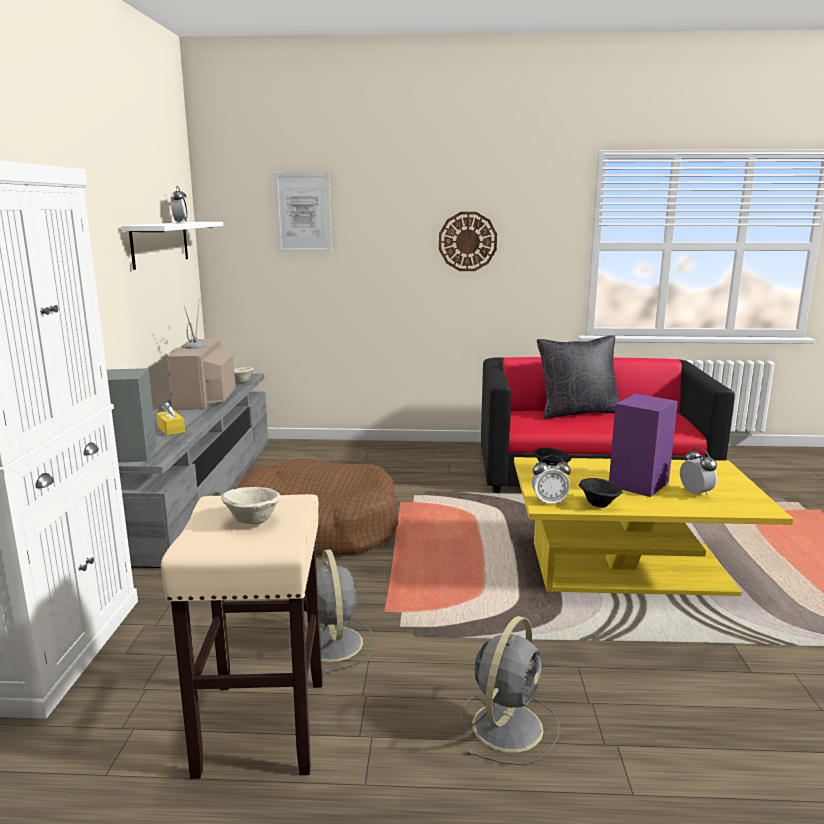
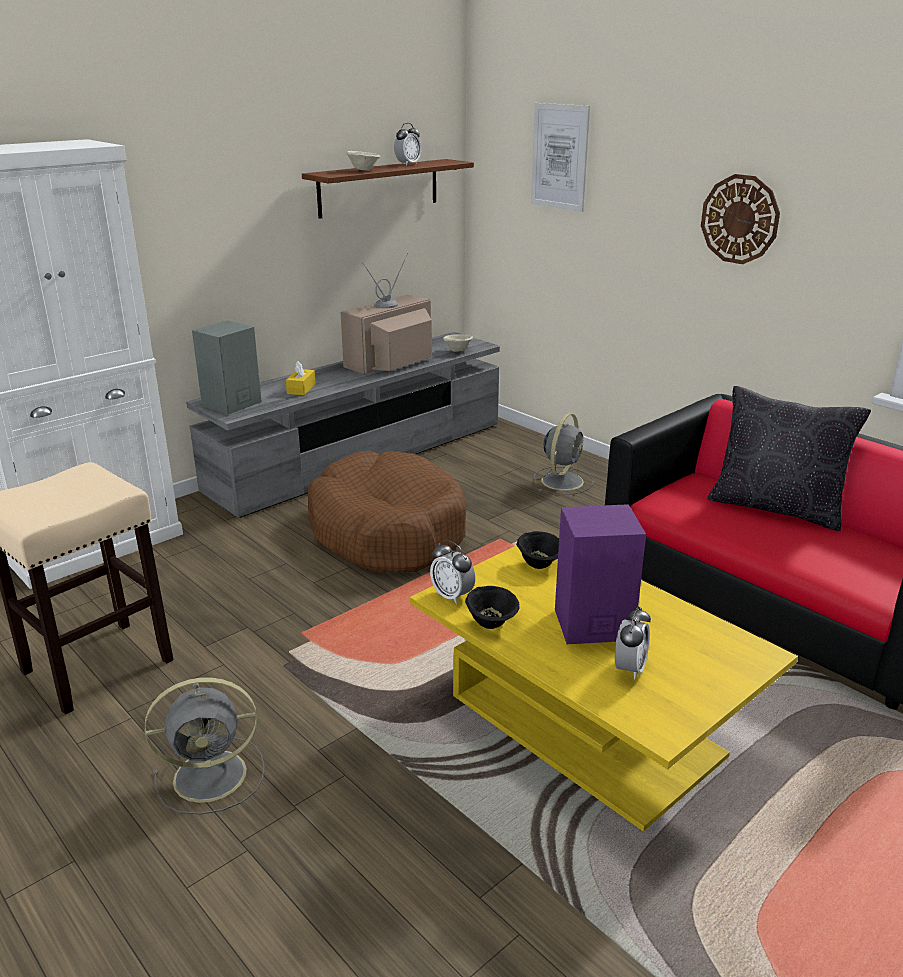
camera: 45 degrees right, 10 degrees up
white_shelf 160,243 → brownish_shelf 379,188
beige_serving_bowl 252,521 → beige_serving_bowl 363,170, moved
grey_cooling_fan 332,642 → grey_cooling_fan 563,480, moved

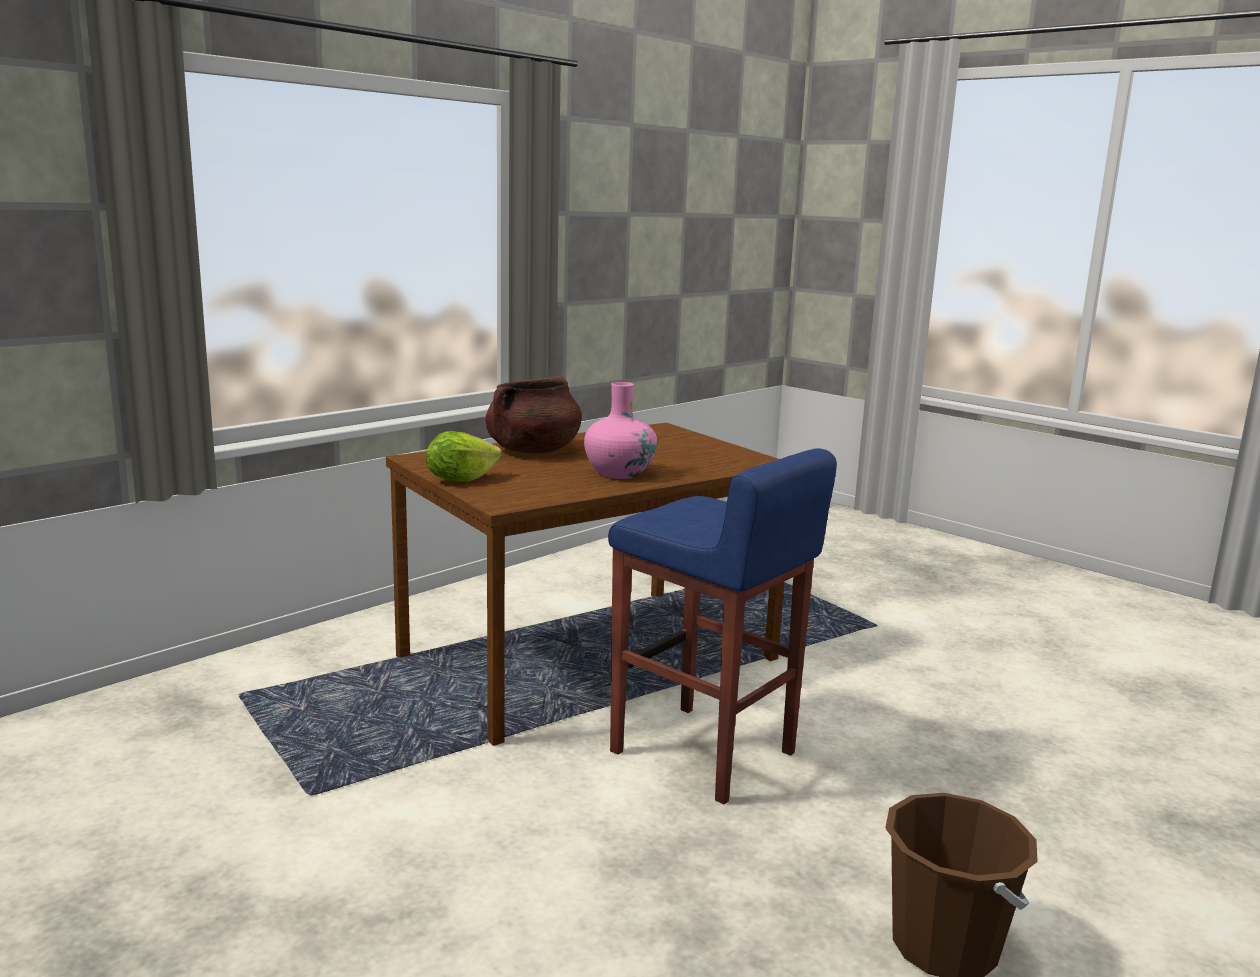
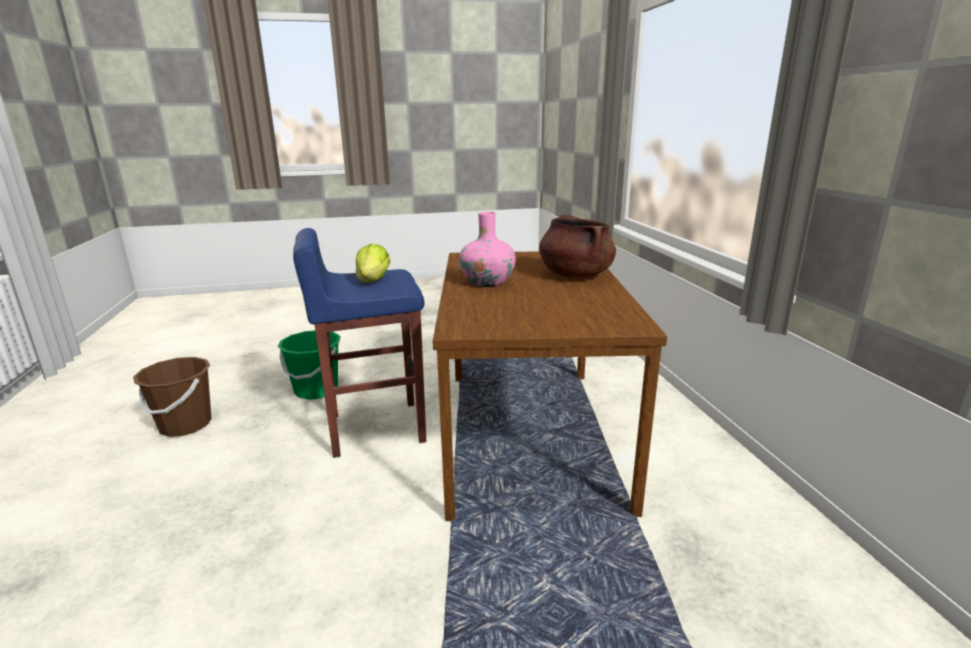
camera: 125 degrees right, 5 degrees up
lettuce 460,479 → lettuce 373,280, moved
- → greenish_water_bucket 316,390

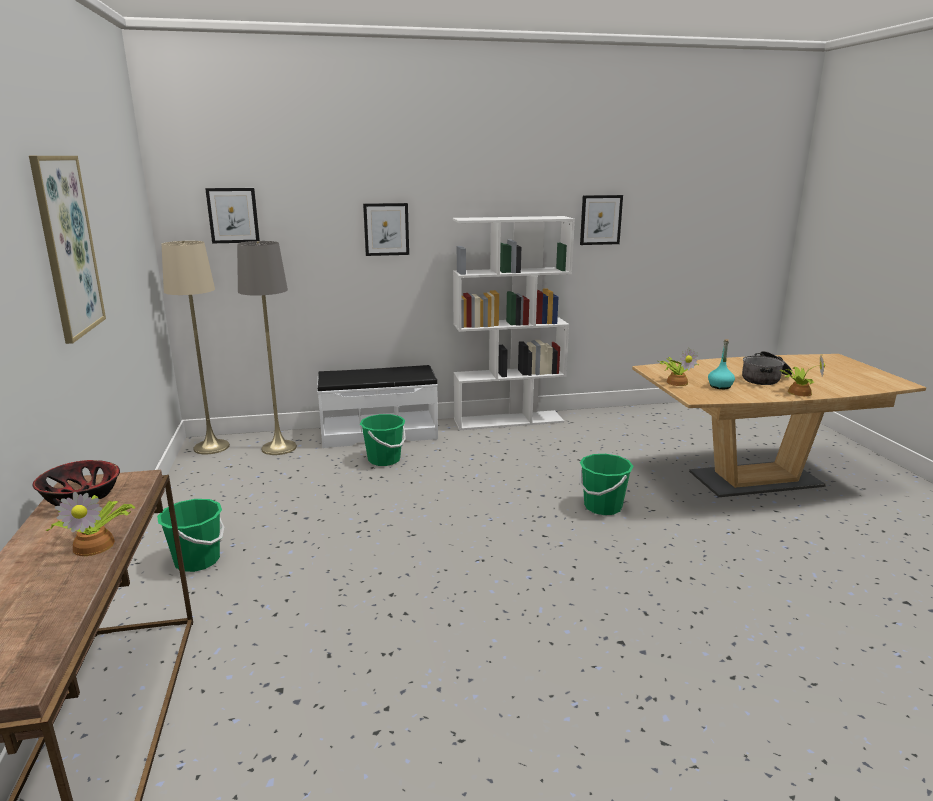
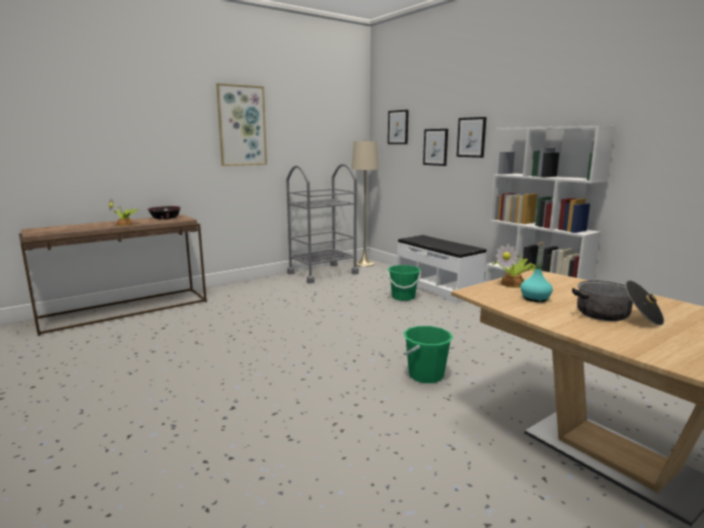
camera: 65 degrees right, 5 degrees down
greenish_water_bucket 197,560 → -
grey_floor_lamp 279,448 → -
wall_art 600,220 → wall_art 435,147, moved
potted_plant 798,392 → -
- → grey_wheeled_cart 322,273

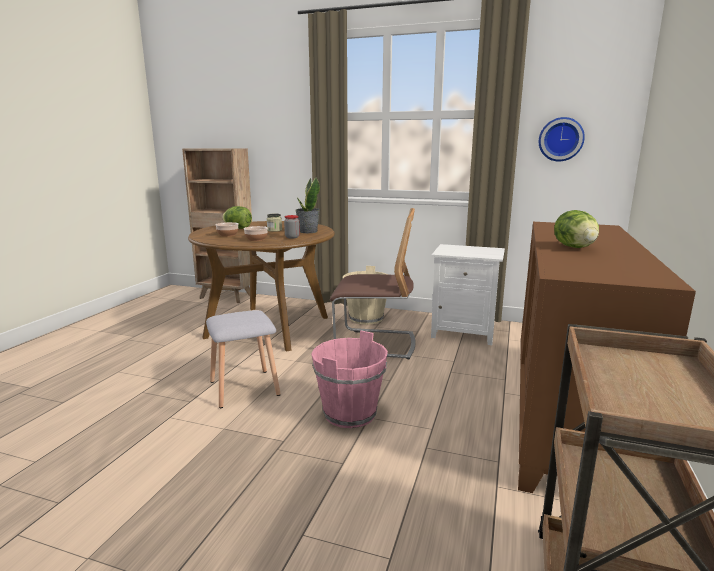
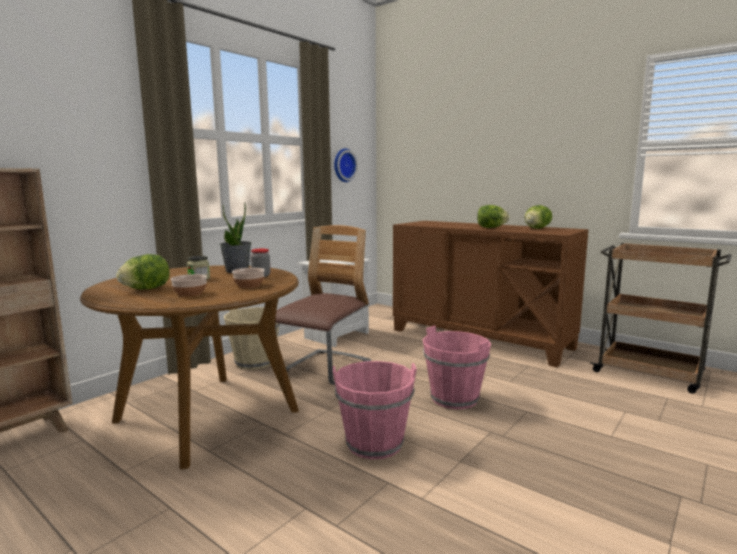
camera: 70 degrees left, 5 degrees down
grey_stool 245,387 → pink_water_bucket 374,443
- → lettuce 536,228

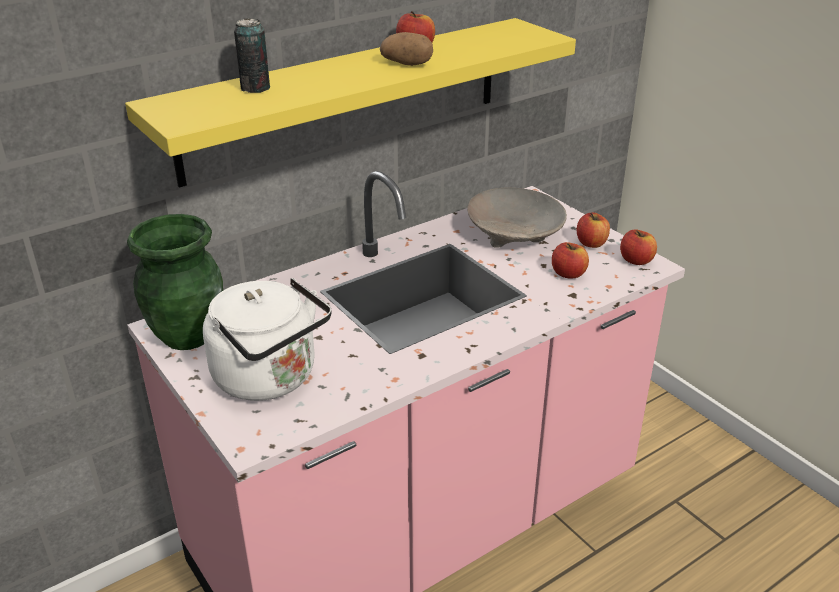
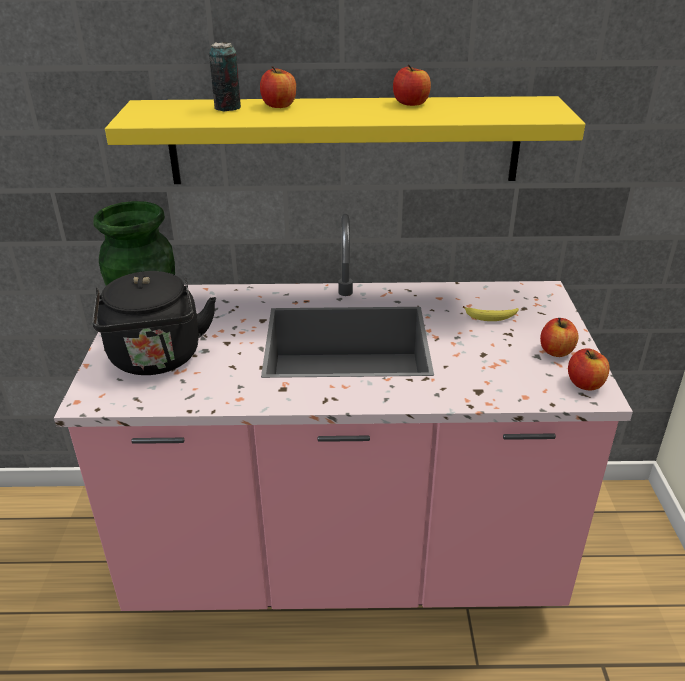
camera: 35 degrees right, 0 degrees up
white_tea_kettle 270,379 → black-coloured_tea_kettle 157,360
spud 408,64 → -
beige_serving_bowl 515,233 → banana_fruit 491,317
apple_fruit 568,274 → apple_fruit 279,105, moved

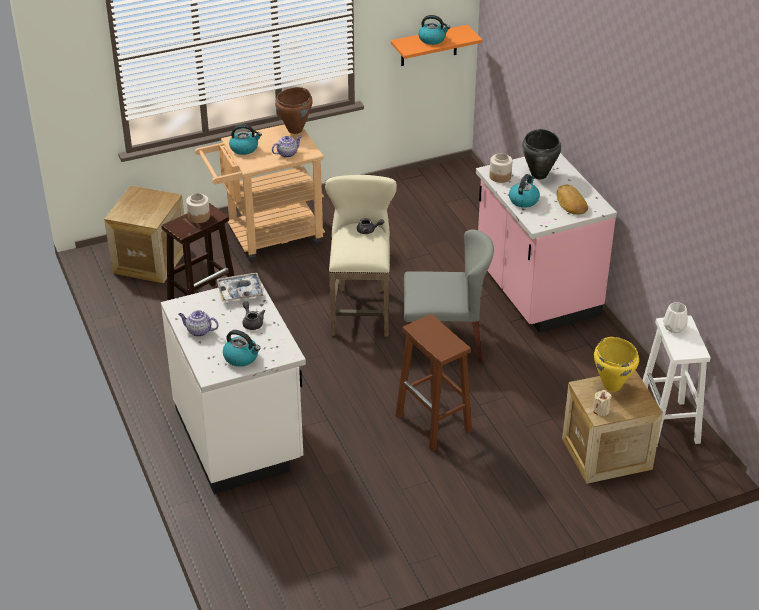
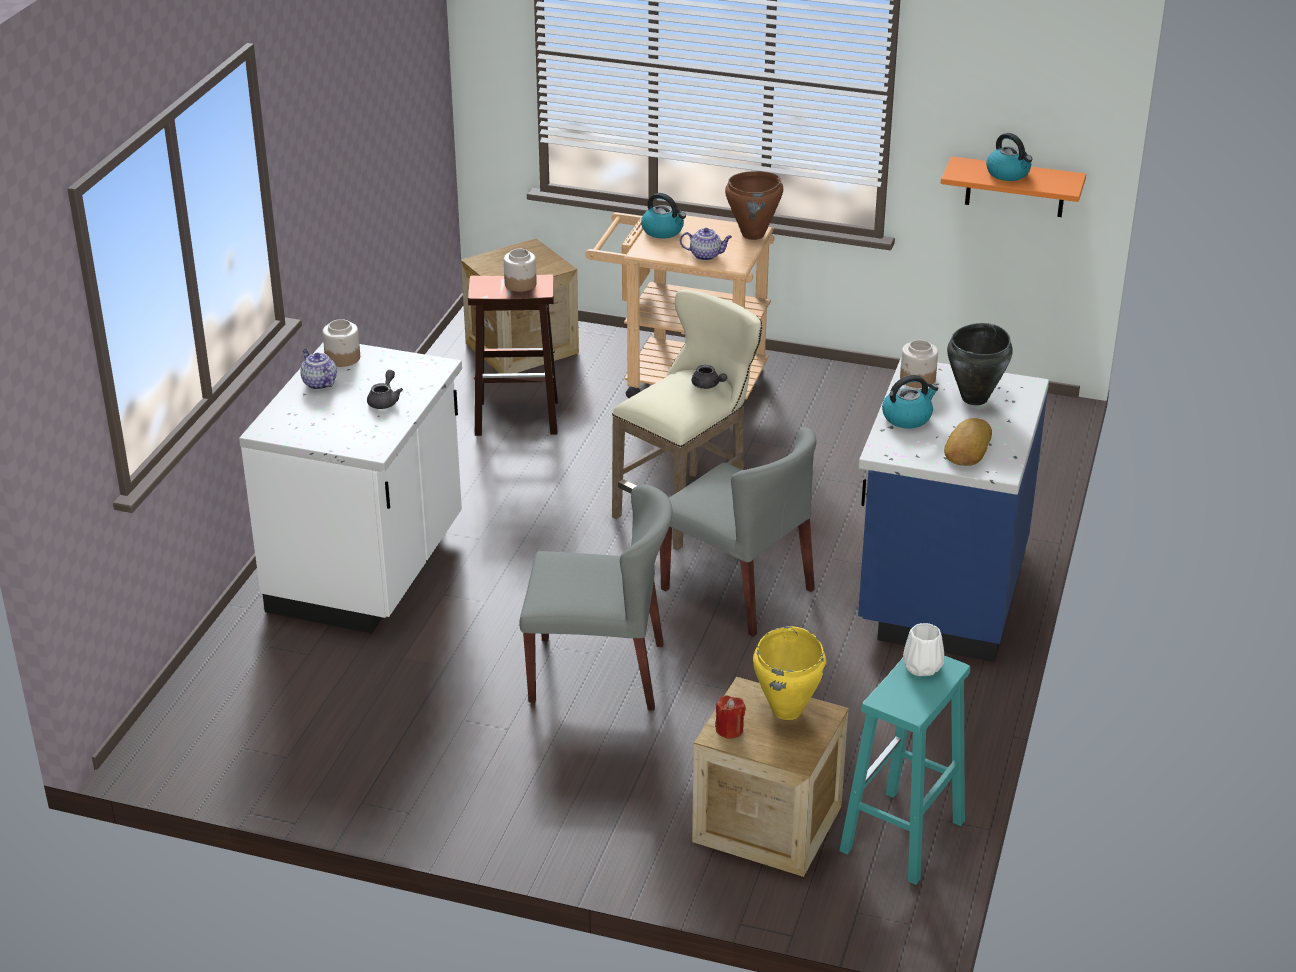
camera: 40 degrees right, 5 degrees down
carrying_tray 240,292 → -
tea_kettle 241,357 → -
brownish_stool 434,424 → grey_chair 598,672
pink_counter 535,292 → blue_counter 939,592
beige_candle 601,410 → red-coloured_candle 729,729
white_stool 668,424 → blue-green_stool 902,837
- → storage_jar 343,358

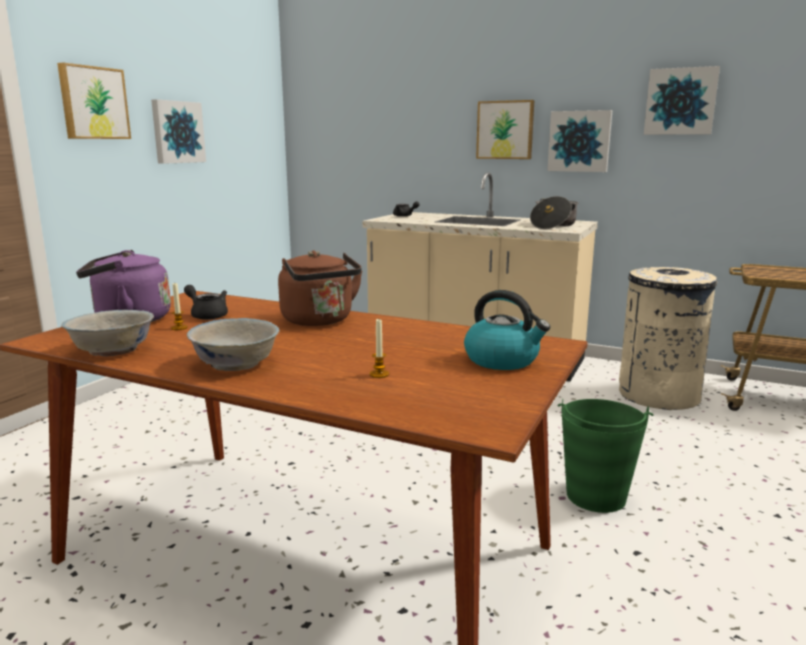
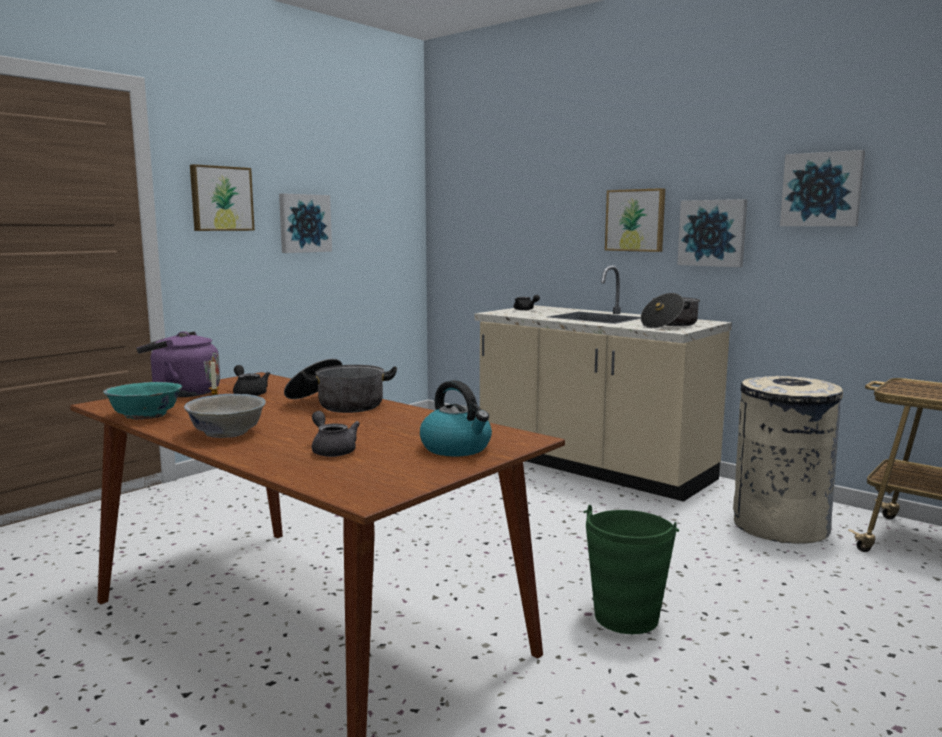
camera: 15 degrees right, 5 degrees down
white_serving_bowl 113,350 → blue-green_serving_bowl 145,415
brownish_tea_kettle 319,321 → saucepot 338,404
candle 379,374 → grey_tea_pot 332,450

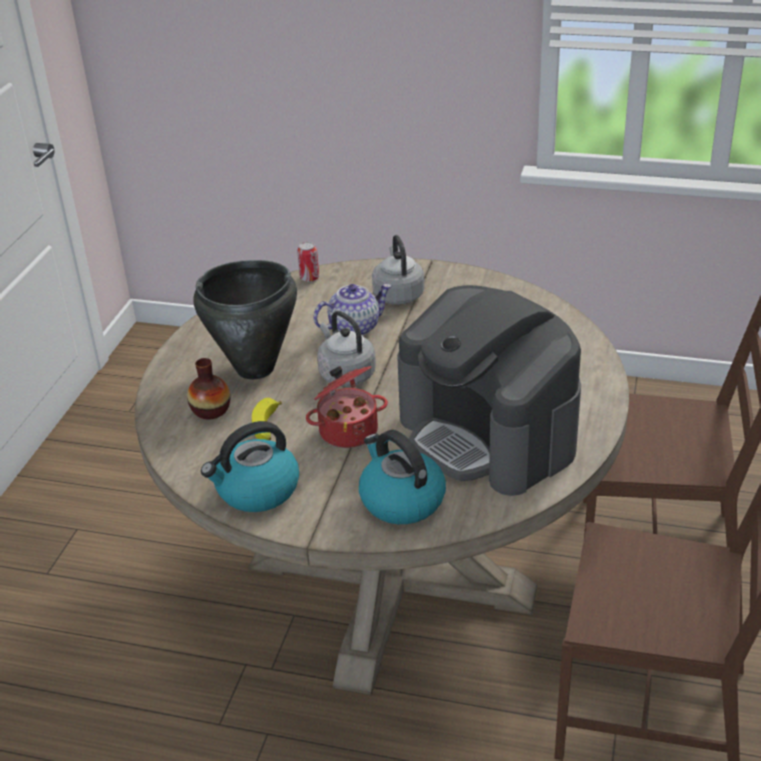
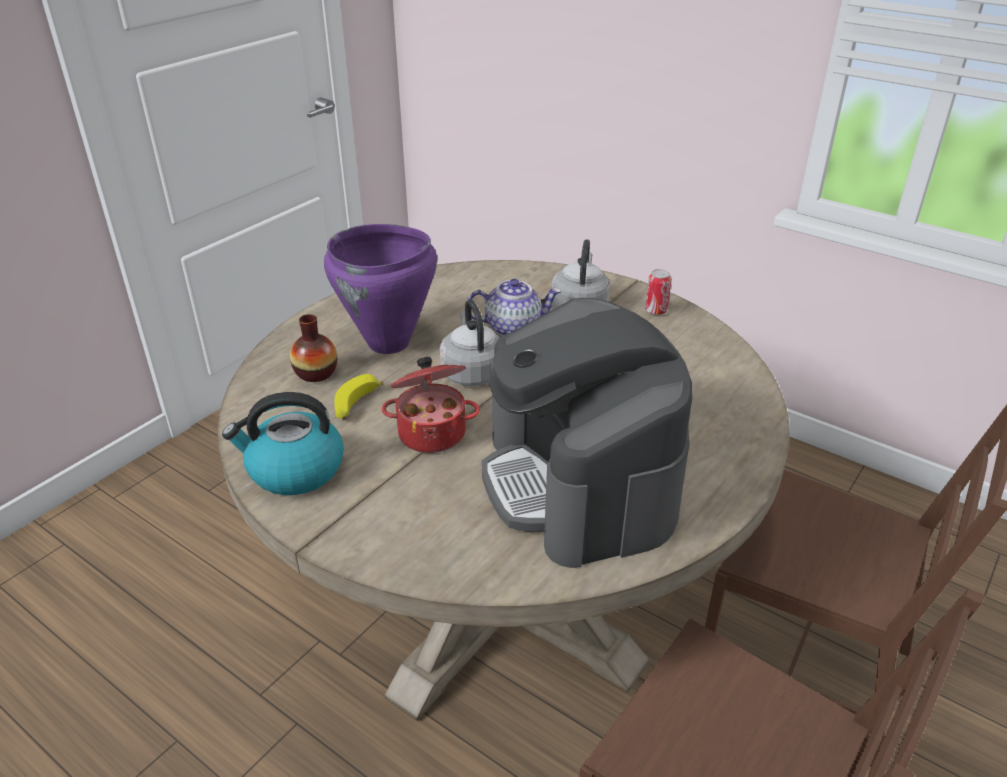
camera: 20 degrees right, 0 degrees up
black-coloured_saucepot 256,369 → purple_saucepot 389,343
can 309,278 → can 656,311, moved
tea_kettle 401,500 → -

